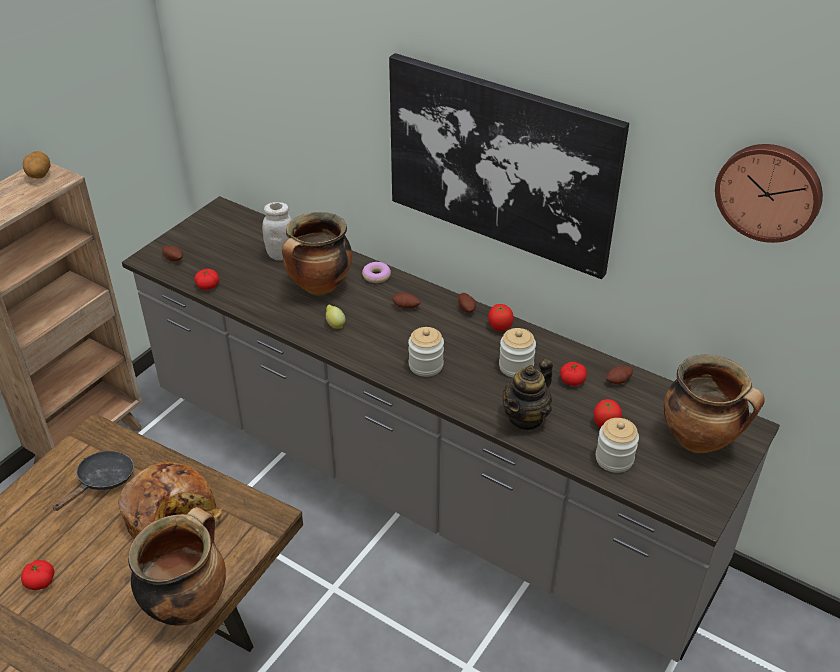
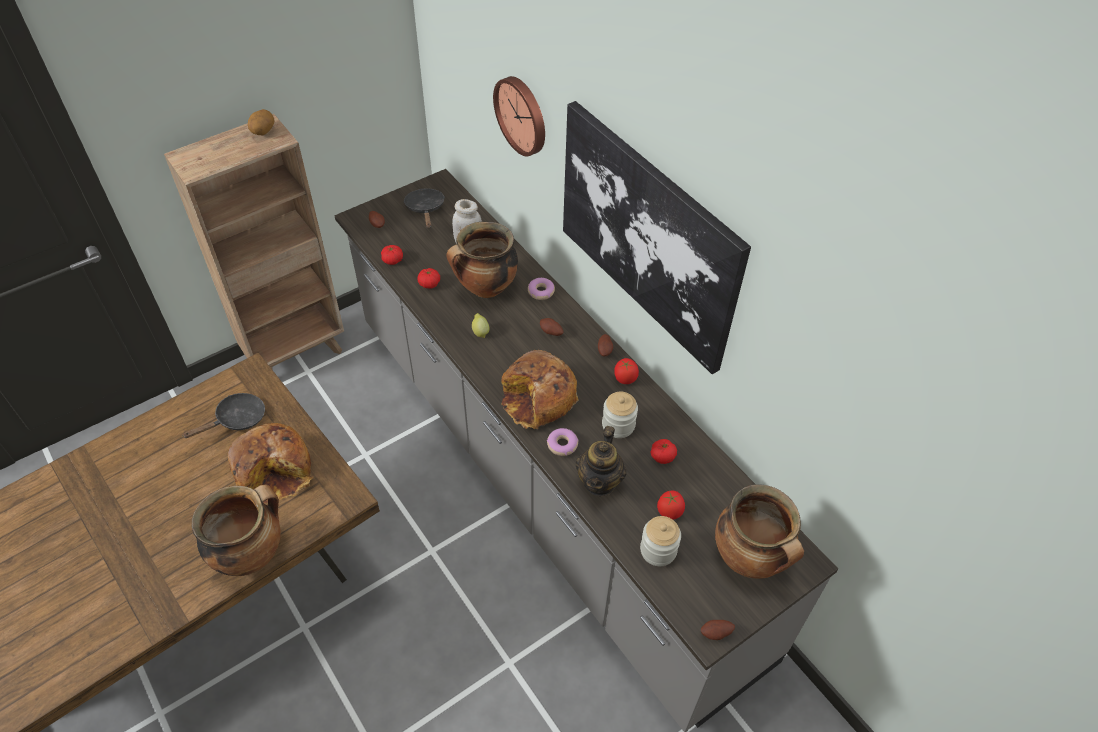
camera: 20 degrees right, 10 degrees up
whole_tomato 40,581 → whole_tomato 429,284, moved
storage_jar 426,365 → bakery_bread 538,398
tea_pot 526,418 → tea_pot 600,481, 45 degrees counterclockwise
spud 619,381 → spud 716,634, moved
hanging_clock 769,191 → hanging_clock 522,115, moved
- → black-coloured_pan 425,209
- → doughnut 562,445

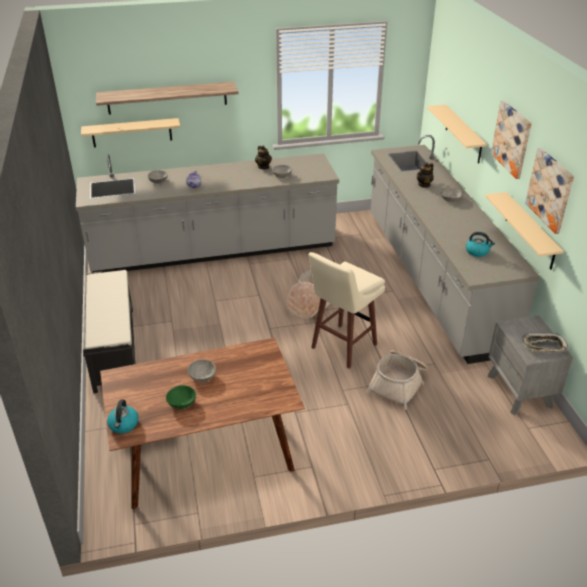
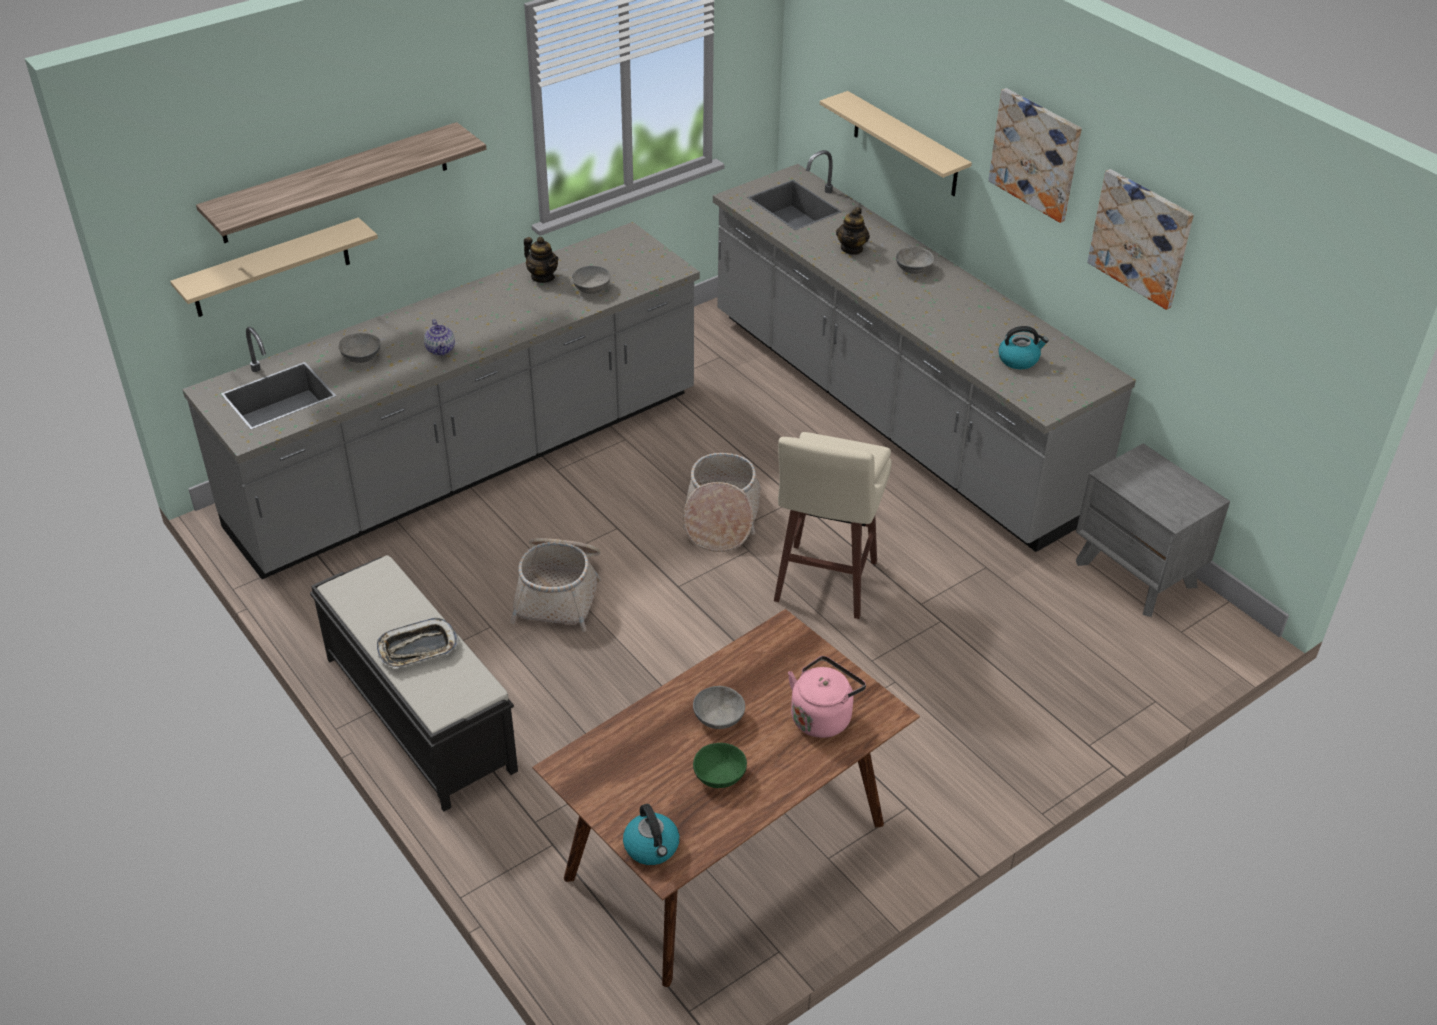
camera: 25 degrees left, 5 degrees up
basket 398,384 → basket 559,591, moved
beige_shelf 530,231 → -
carrying_tray 544,345 → carrying_tray 417,648, moved
- → pink_tea_kettle 823,716

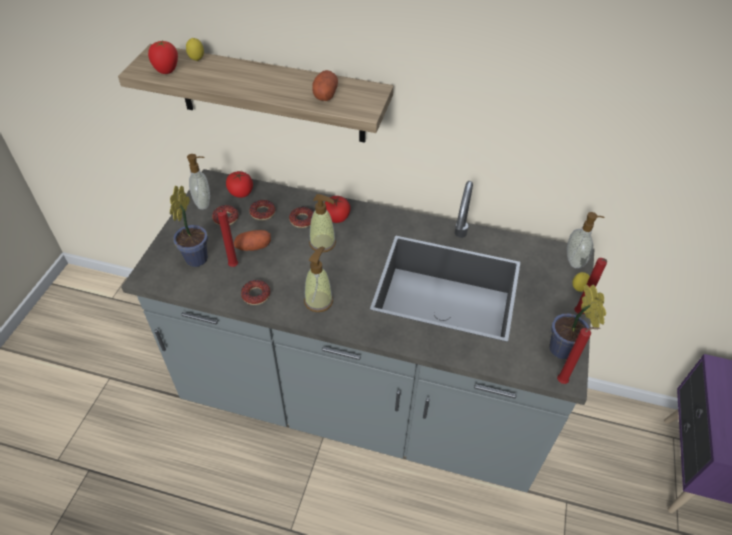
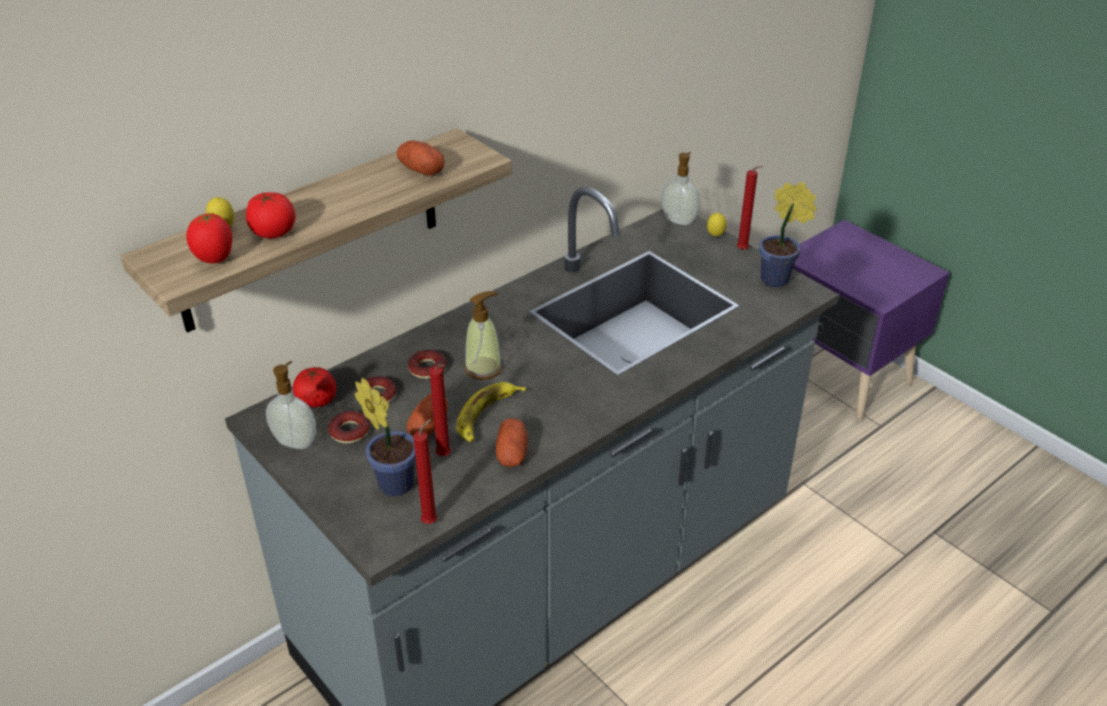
camera: 55 degrees left, 10 degrees down
doughnut 256,295 → spud 512,453
liquid_soap_bottle 318,301 → -
whole_tomato 336,217 → whole_tomato 273,232, moved
red-coloured_candle 564,382 → red-coloured_candle 432,521, moved
- → banana_fruit 487,415

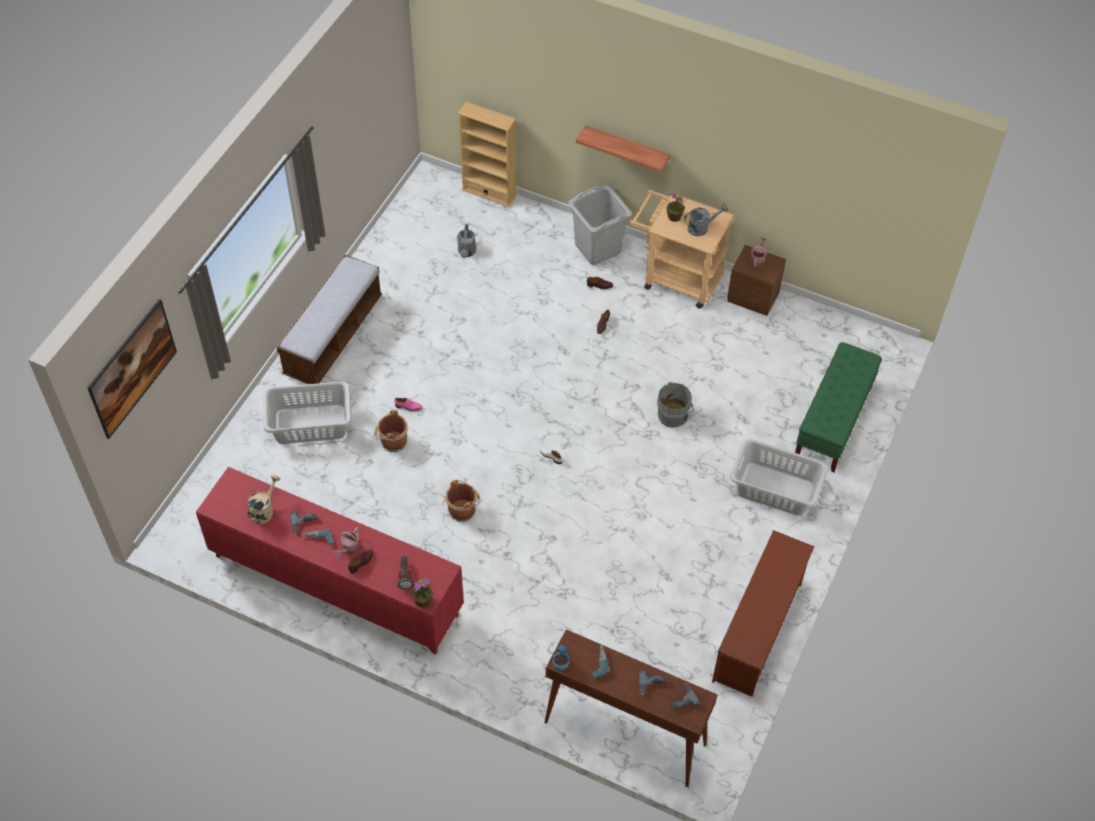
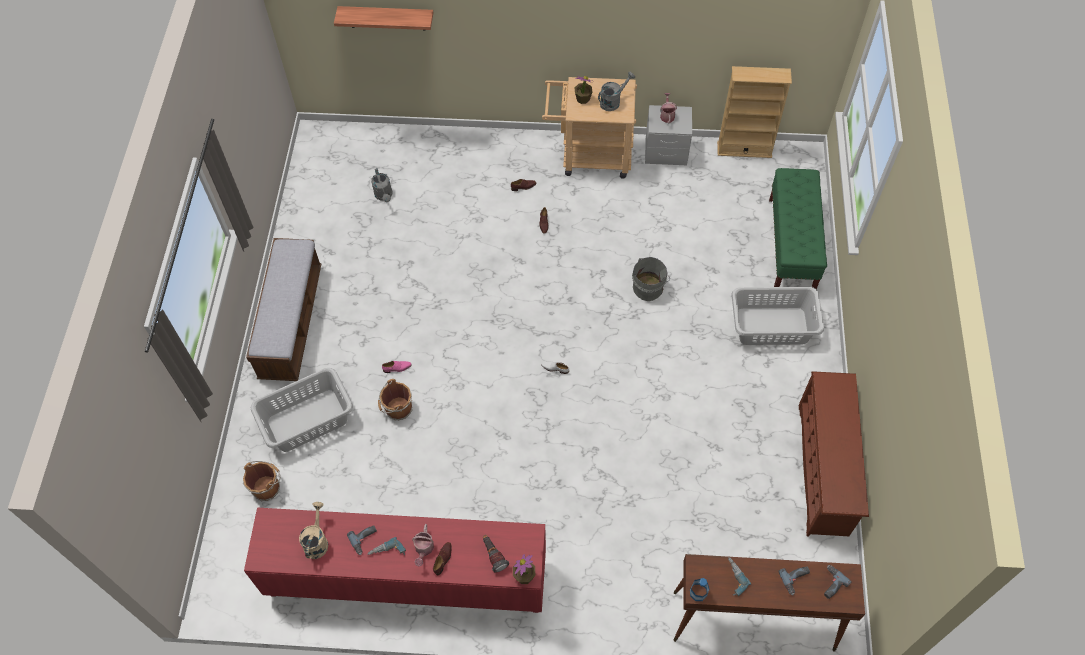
camera: 20 degrees left, 5 degrees up
wall_art 137,381 → -
brownish_water_bucket 463,510 → brownish_water_bucket 267,487, moved
beige_bookshelf 489,192 → beige_bookshelf 744,149, moved
grey_washing_basket 598,248 → -
shelf 626,149 → shelf 387,18, moved
brownish_nightstand 753,297 → grey_nightstand 666,152

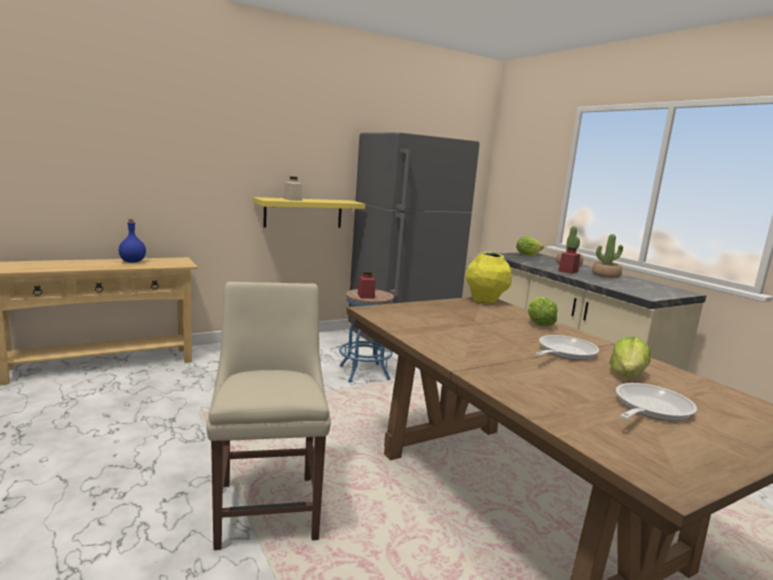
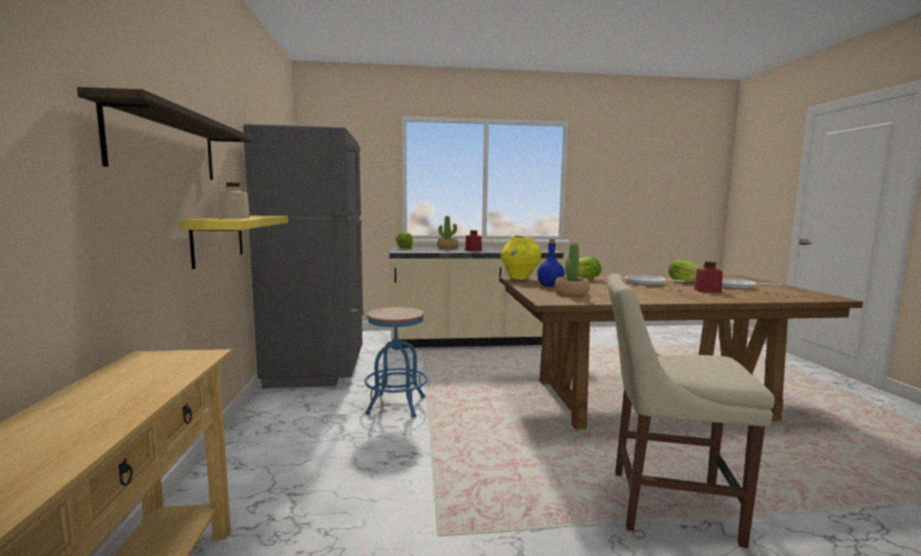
camera: 65 degrees left, 5 degrees down
blue_bottle 132,261 → blue_bottle 549,286, moved
red-coloured_storage_jar 366,296 → red-coloured_storage_jar 707,291, moved
potted_plant 605,275 → potted_plant 571,293, moved
- → shelf 166,146

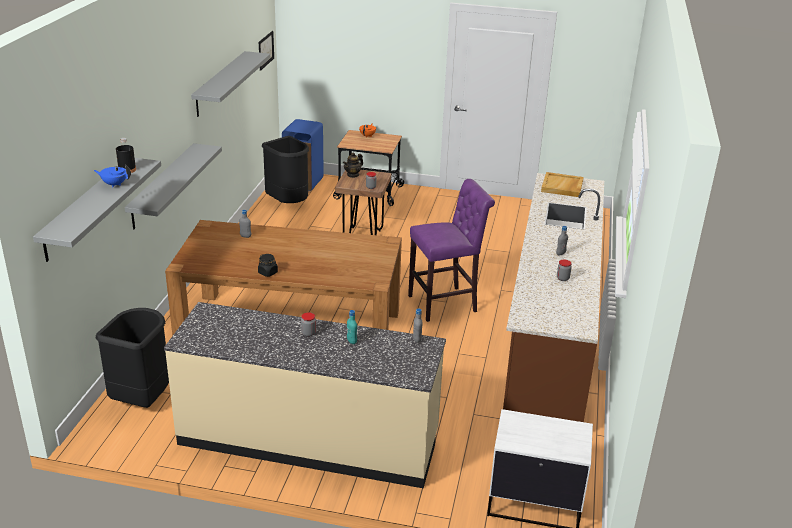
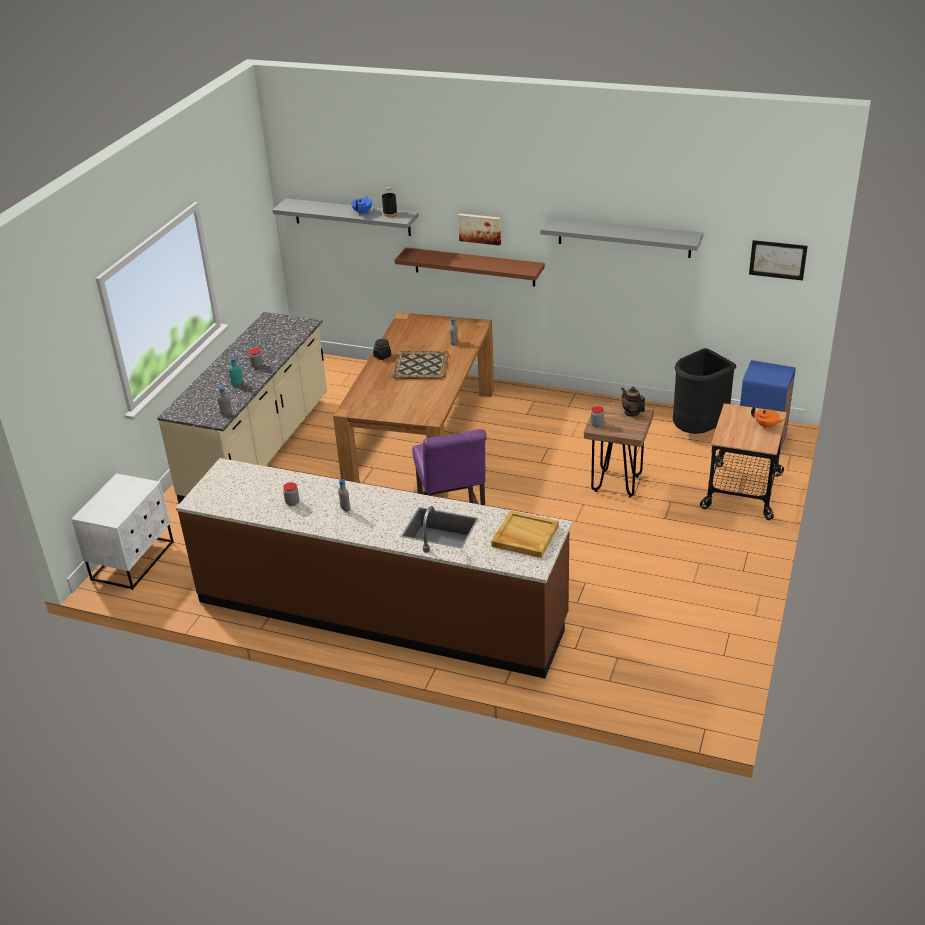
camera: 100 degrees right, 5 degrees up
black-coloured_waste_bin 142,399 → -
grey_shelf 162,185 → brownish_shelf 474,266
- → carrying_tray 420,365
- → wall_art 480,228

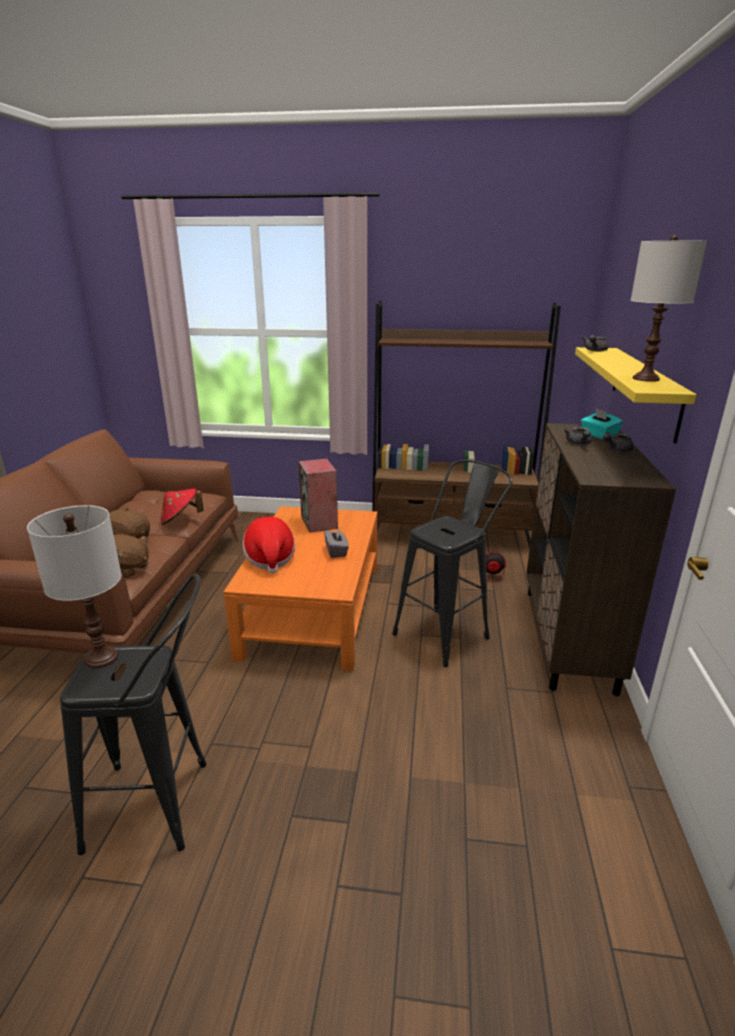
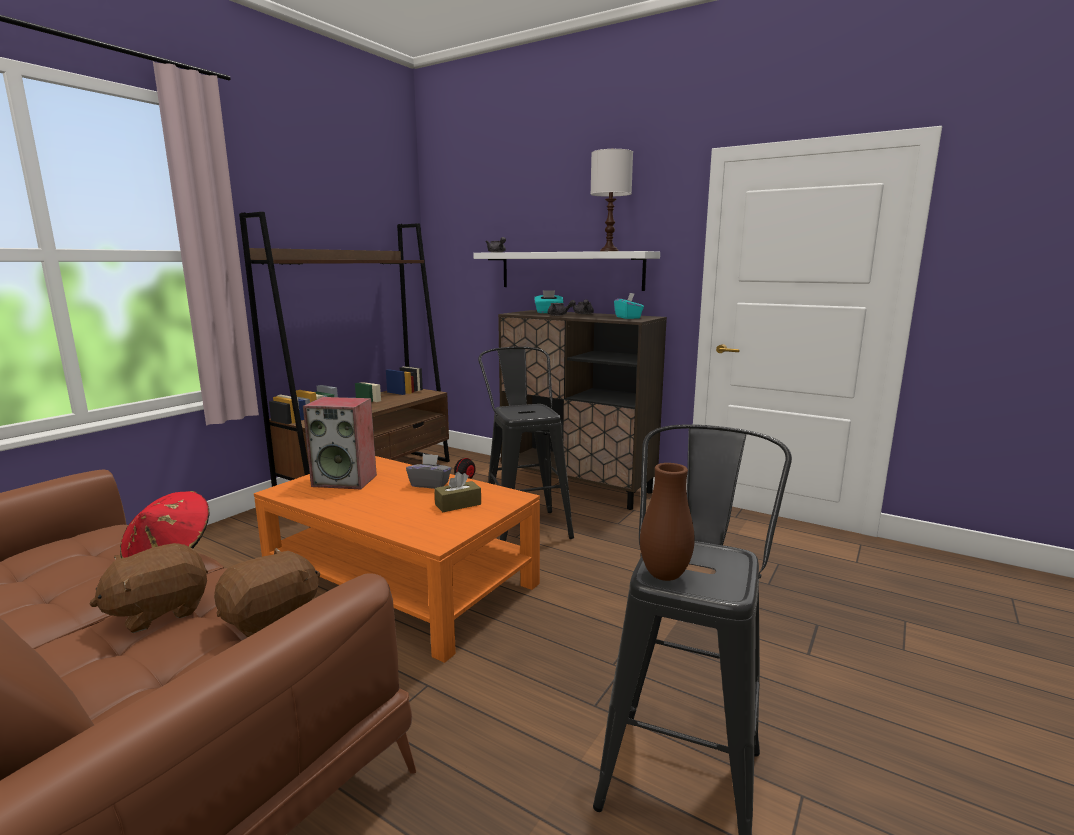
camera: 65 degrees left, 10 degrees down
white_table_lamp 102,658 → brownish_decorative_vase 664,575
clothing_hat 270,559 → -
yellow-coloured_shelf 644,390 → white_shelf 570,270
- → brownish_tissue_holder 458,504
- → blue-green_tissue_holder 628,317

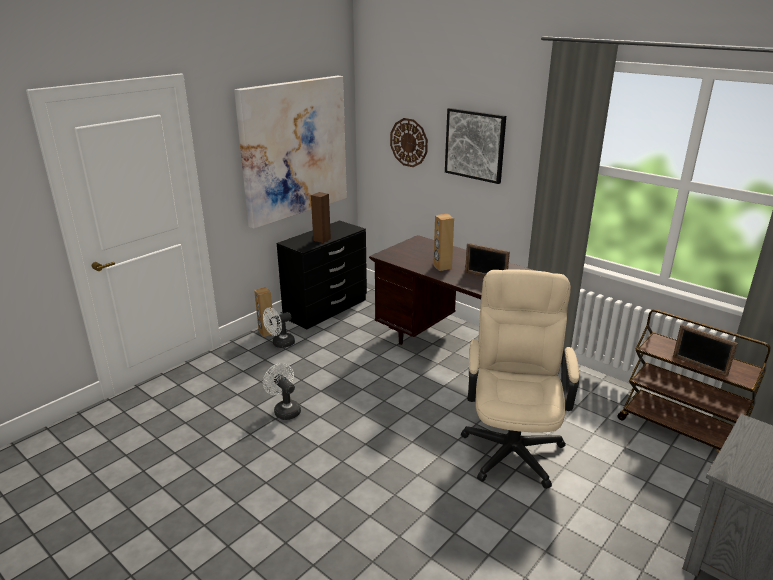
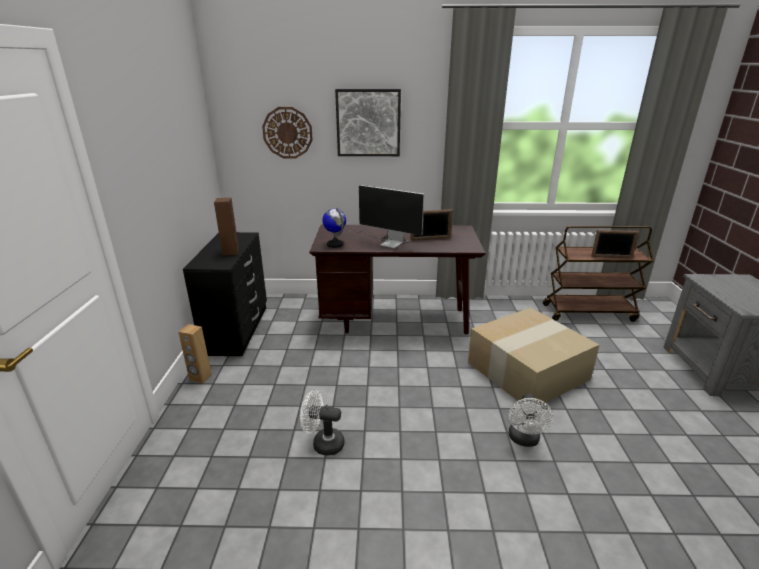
camera: 40 degrees left, 0 degrees up
wall_art 294,149 → -
white_cooling_fan 280,344 → white_cooling_fan 524,440, moved
brownish_speaker 442,267 → monitor 386,242
beige_desk_chair 512,444 → carton 527,369
- → desk_globe 335,244

